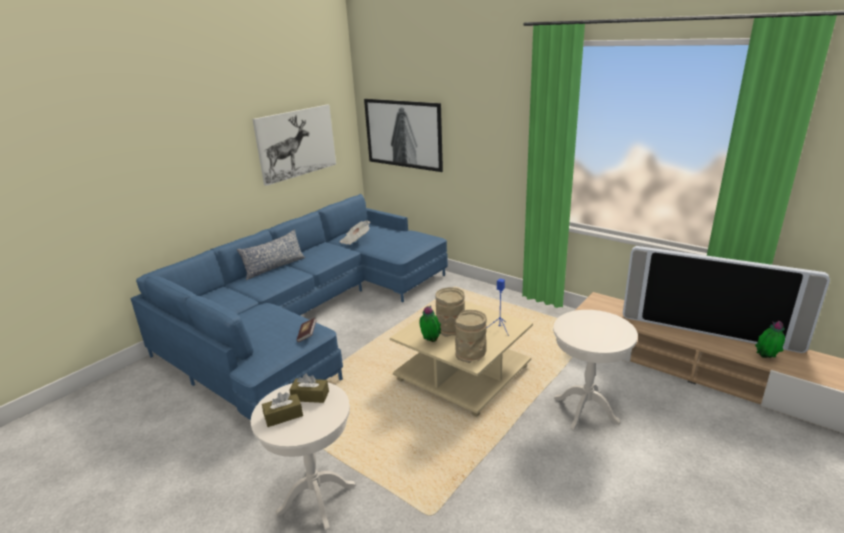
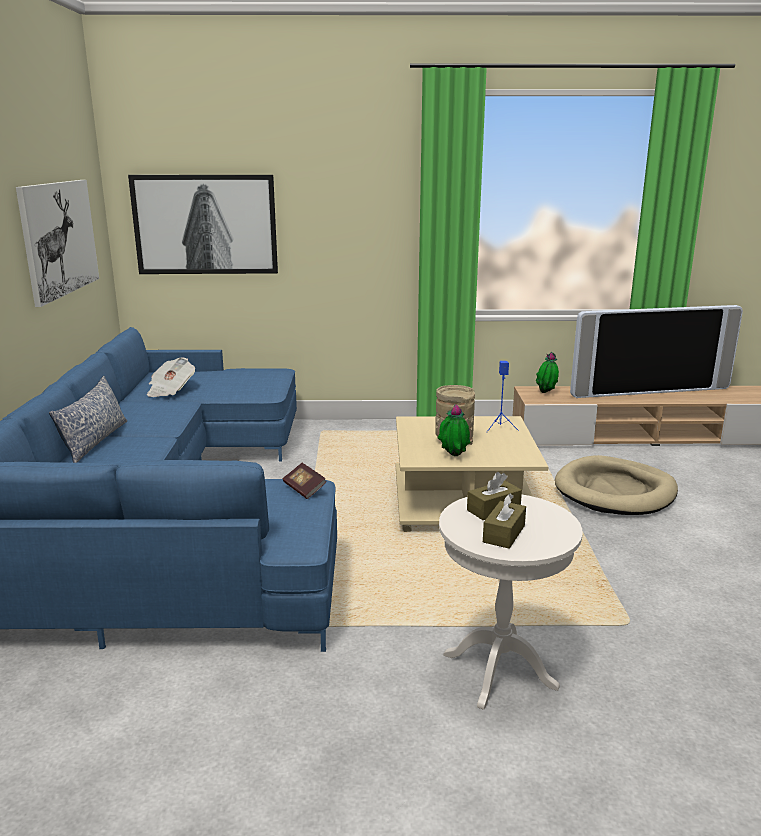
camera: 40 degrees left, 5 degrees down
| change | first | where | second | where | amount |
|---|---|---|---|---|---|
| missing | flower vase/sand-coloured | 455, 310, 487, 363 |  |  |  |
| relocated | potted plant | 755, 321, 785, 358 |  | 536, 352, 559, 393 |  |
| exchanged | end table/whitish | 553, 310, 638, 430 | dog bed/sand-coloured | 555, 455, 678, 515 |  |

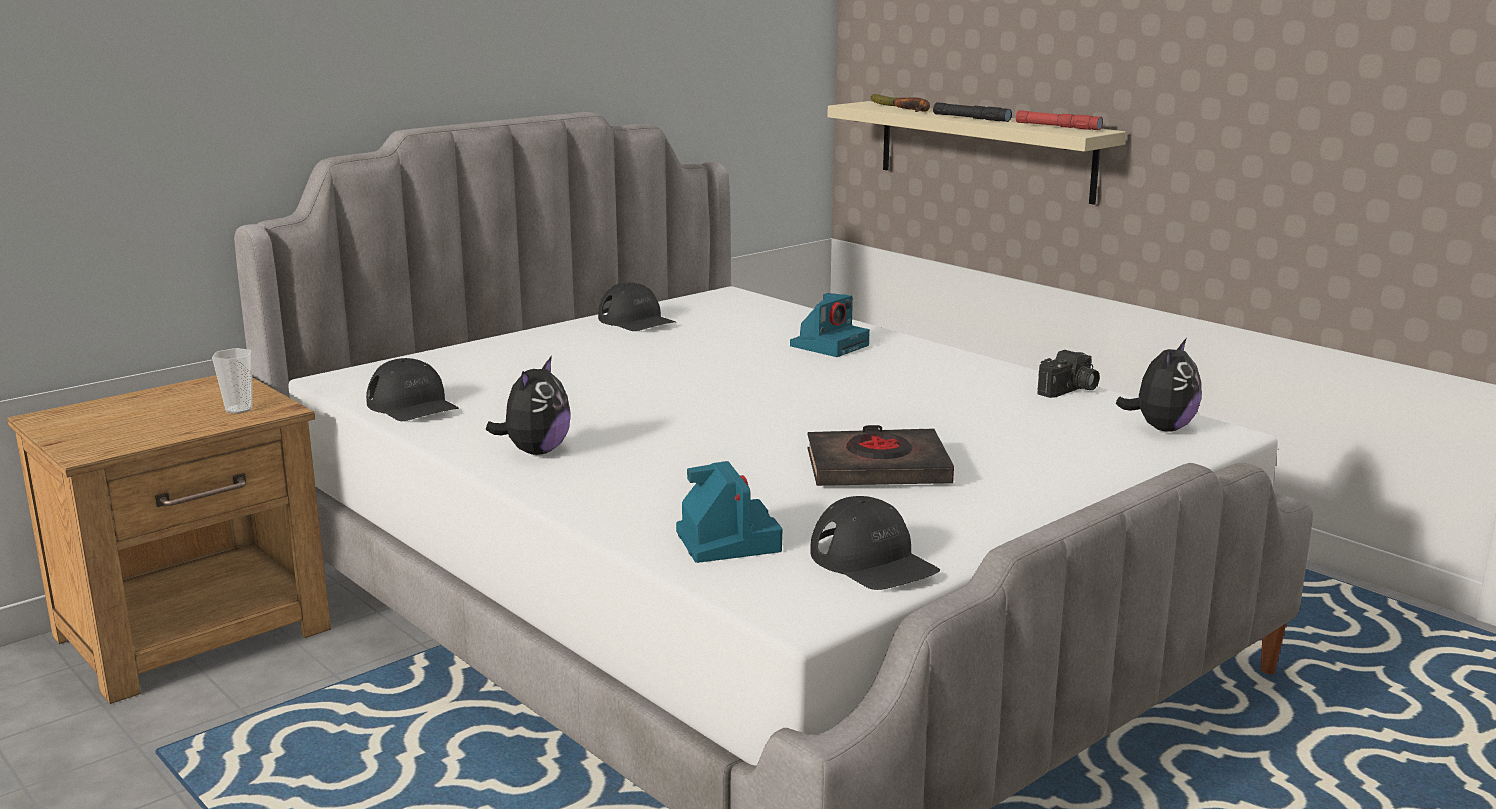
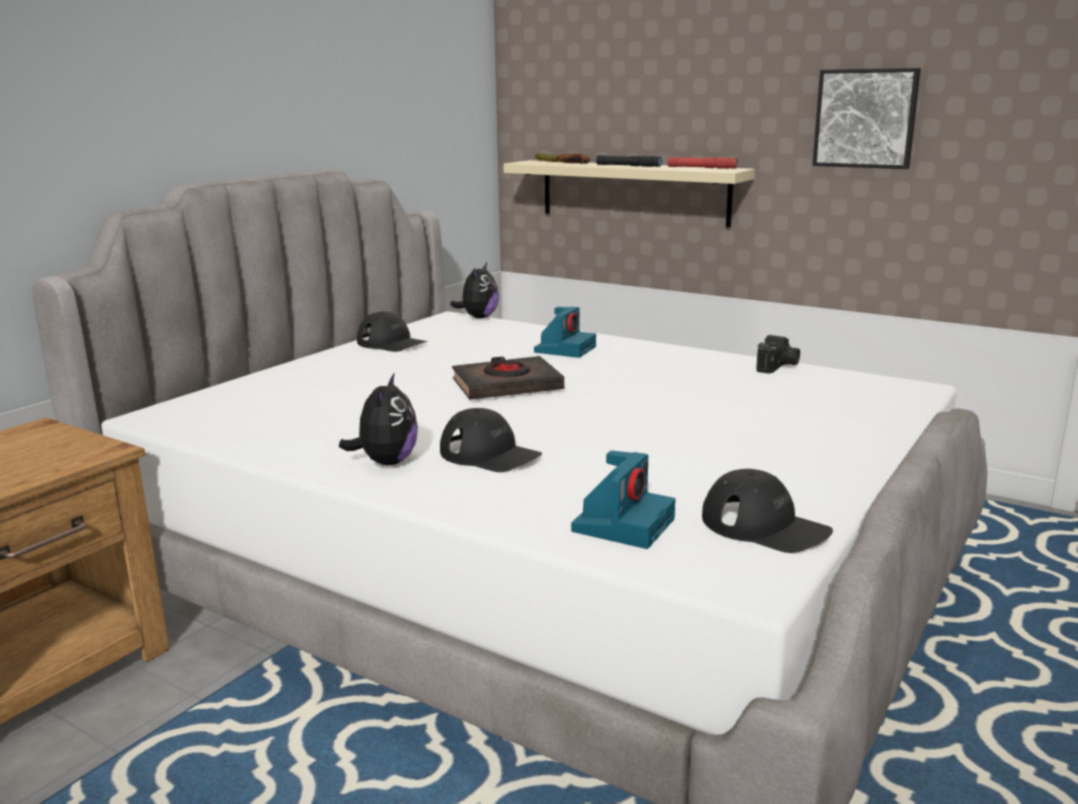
camera: 15 degrees left, 0 degrees up
| change | first | where | second | where | amount |
|---|---|---|---|---|---|
| missing | cup | 212, 348, 252, 414 |  |  |  |
| appeared |  |  | wall picture | 812, 68, 921, 169 |  |
| relocated | peaked cap/black | 366, 358, 459, 421 |  | 440, 408, 542, 472 |  |
| relocated | book/black | 808, 425, 954, 486 |  | 452, 356, 564, 400 |  |
| relocated | plush toy | 1116, 338, 1202, 432 |  | 450, 263, 499, 318 |  |
| spun | still camera | 676, 461, 782, 563 |  | 571, 450, 675, 549 | 60 degrees clockwise |

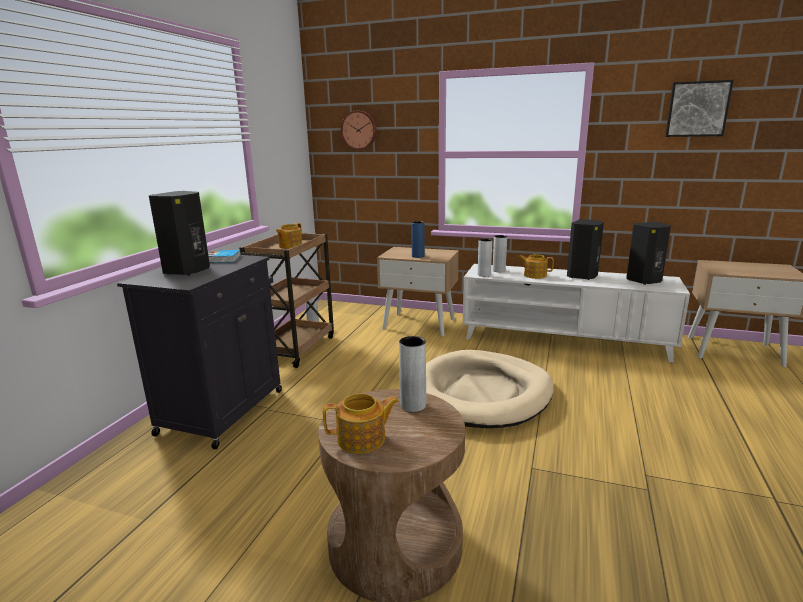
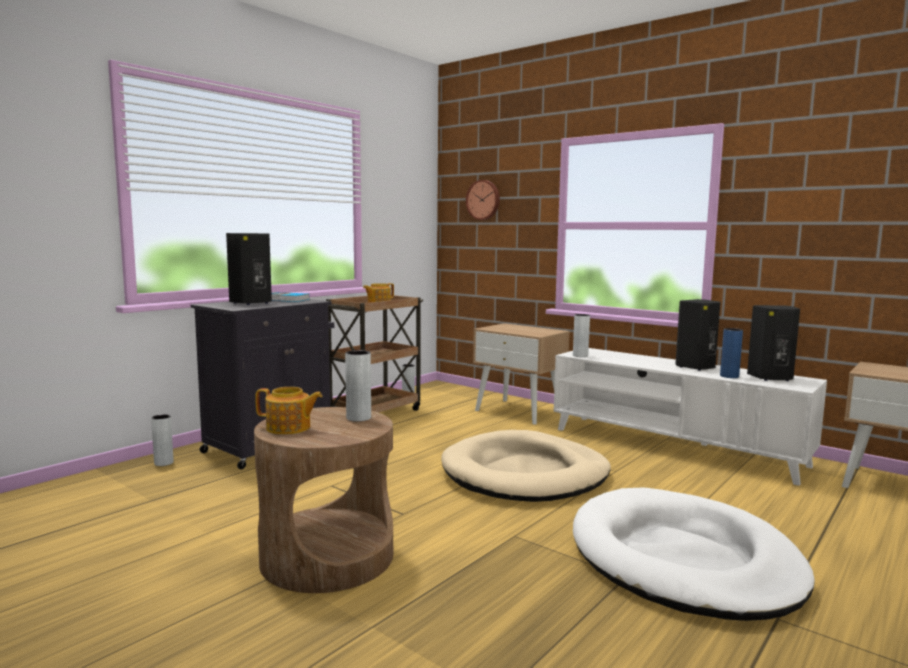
camera: 20 degrees right, 10 degrees down
| change | first | where | second | where | amount |
|---|---|---|---|---|---|
| missing | pot for tea | 518, 254, 554, 279 |  |  |  |
| missing | wall picture | 665, 80, 734, 137 |  |  |  |
| appeared |  |  | dog bed/whitish | 573, 488, 815, 621 |  |
| relocated | flower vase/bluish | 411, 221, 425, 258 |  | 720, 328, 743, 378 |  |
| relocated | flower vase/gray | 493, 235, 507, 272 |  | 151, 414, 174, 466 |  |

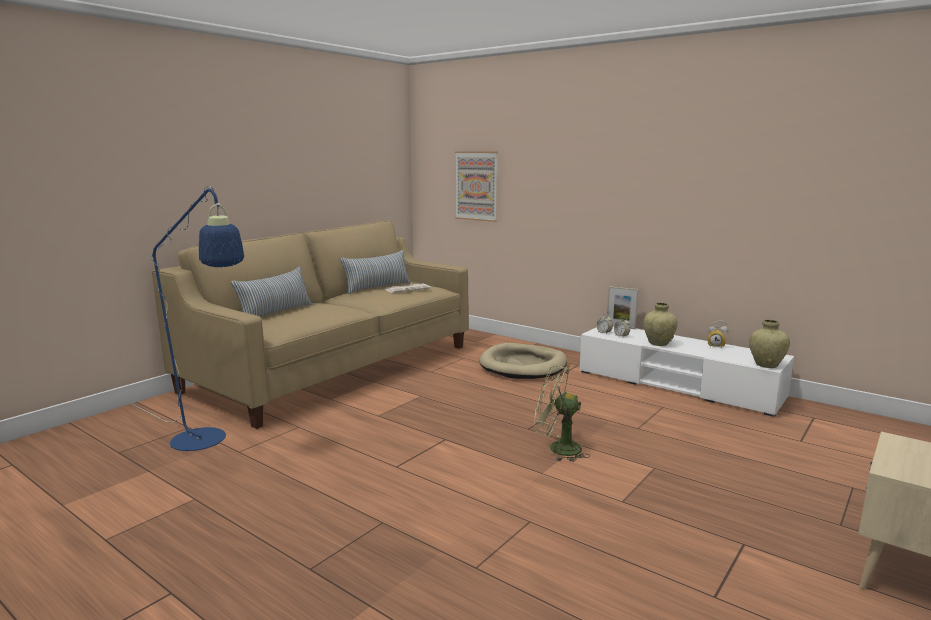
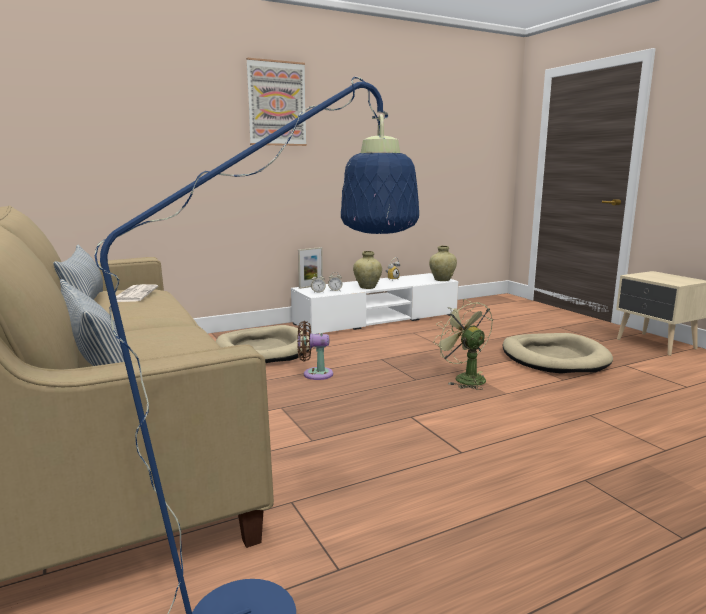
camera: 65 degrees left, 0 degrees up
| change | first | where | second | where | amount |
|---|---|---|---|---|---|
| appeared |  |  | electric fan/brown | 297, 321, 333, 380 |  |
| appeared |  |  | dog bed/sand-coloured | 502, 333, 613, 374 |  |
| relocated | wall picture | 455, 152, 498, 222 |  | 246, 58, 307, 146 |  |
| spun | electric fan/green | 534, 365, 590, 462 |  | 433, 299, 493, 390 | 105 degrees clockwise |

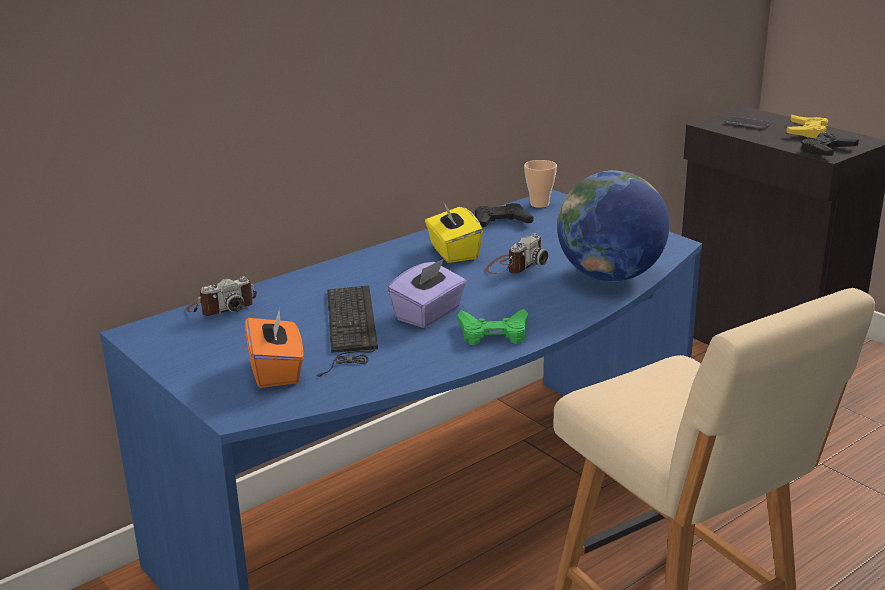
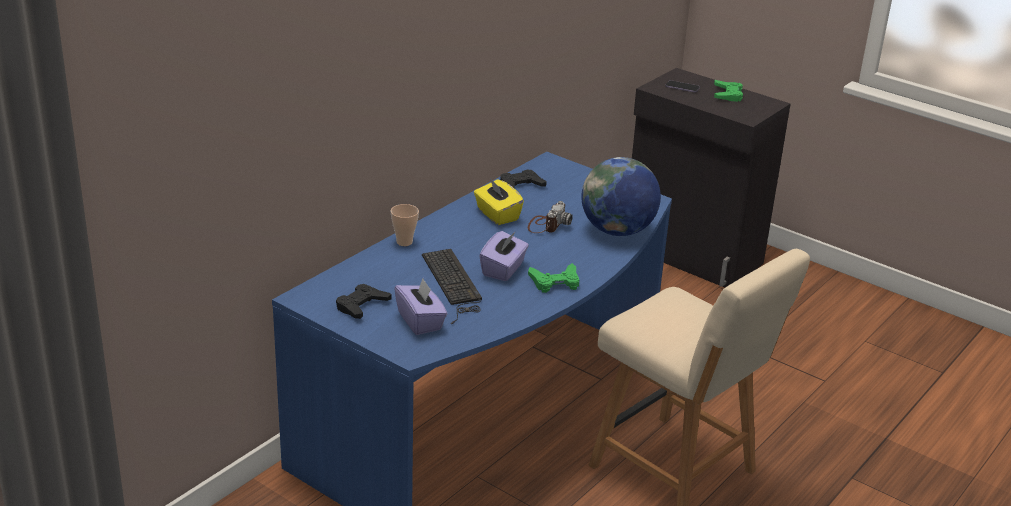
camera: 15 degrees left, 5 degrees up
| change | first | where | second | where | amount |
|---|---|---|---|---|---|
| missing | still camera | 186, 277, 257, 316 |  |  |  |
| relocated | cup | 524, 160, 557, 208 |  | 391, 204, 419, 246 |  |
| relocated | joypad/black | 801, 133, 859, 156 |  | 336, 284, 391, 319 |  |
| colour | tissue box/orange | 245, 308, 303, 388 | tissue box/purple-coloured | 394, 278, 447, 335 |  |
| colour | joypad/yellowish | 786, 115, 828, 138 | joypad/green | 714, 80, 743, 102 |  |

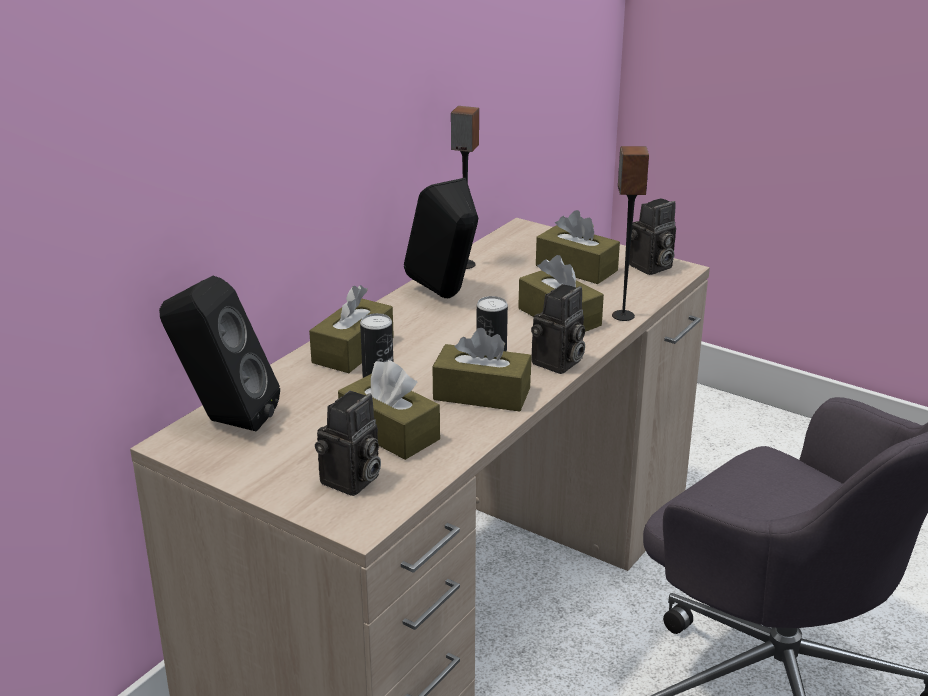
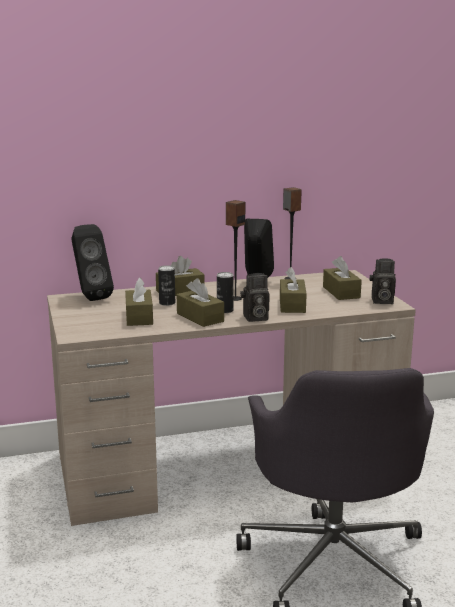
camera: 40 degrees right, 10 degrees down
| change | first | where | second | where | amount |
|---|---|---|---|---|---|
| missing | still camera | 315, 390, 381, 496 |  |  |  |
| relocated | loudspeaker | 612, 146, 649, 321 |  | 226, 200, 245, 301 |  |

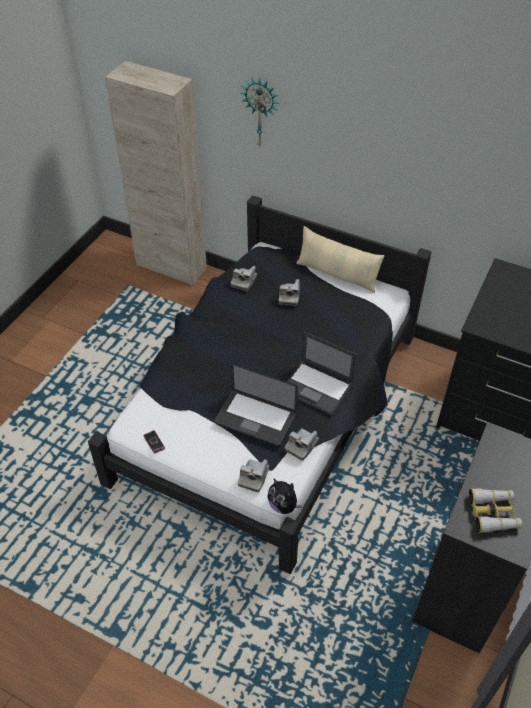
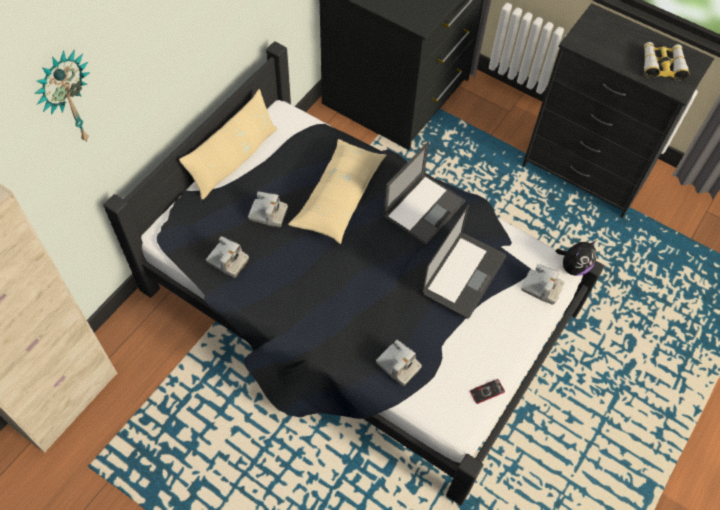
camera: 85 degrees left, 10 degrees up
| change | first | where | second | where | amount |
|---|---|---|---|---|---|
| appeared |  |  | throw pillow/sand-coloured | 288, 139, 386, 244 |  |
| relocated | still camera | 285, 429, 319, 460 |  | 376, 340, 422, 386 |  |

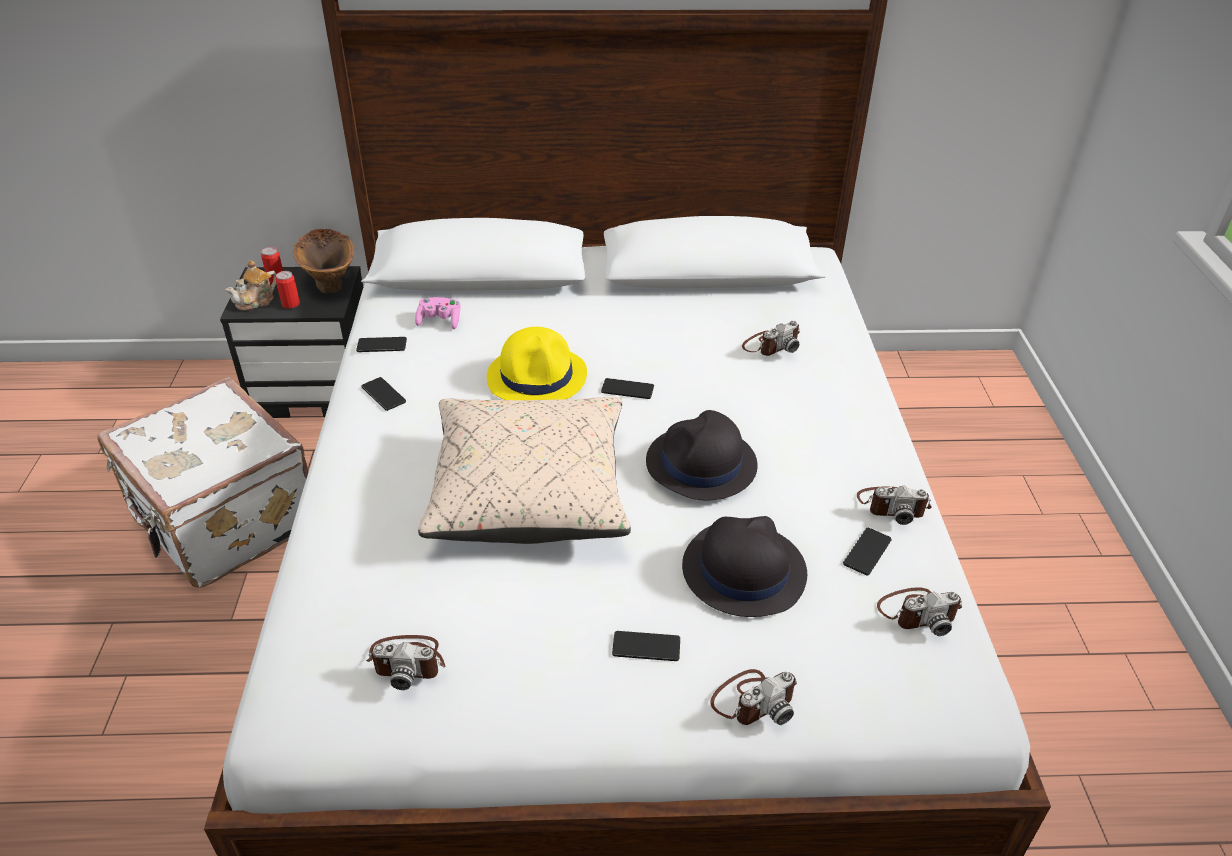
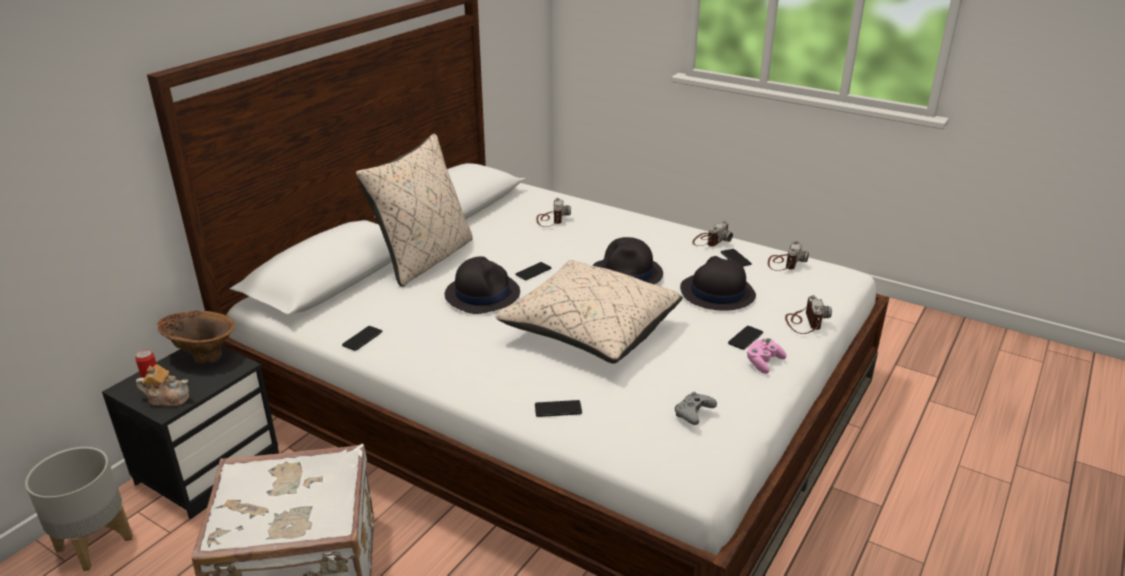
camera: 55 degrees left, 10 degrees down
| change | first | where | second | where | amount |
|---|---|---|---|---|---|
| missing | sealed can | 276, 271, 300, 309 |  |  |  |
| appeared |  |  | planter/gray | 25, 447, 133, 571 |  |
| appeared |  |  | throw pillow/sand-coloured | 356, 134, 473, 287 |  |
| relocated | handset | 361, 377, 406, 411 |  | 535, 400, 582, 417 |  |
| relocated | joypad/pinkish | 415, 297, 461, 329 |  | 747, 338, 787, 374 |  |
| exchanged | still camera | 366, 635, 445, 690 | joypad/gray | 675, 392, 717, 425 |  |
| colour | wearable hat/yellowish | 487, 327, 587, 400 | wearable hat/black | 445, 256, 520, 314 |  |
| spun | pot for tea | 225, 260, 276, 311 |  | 136, 364, 189, 406 | 75 degrees counterclockwise |

